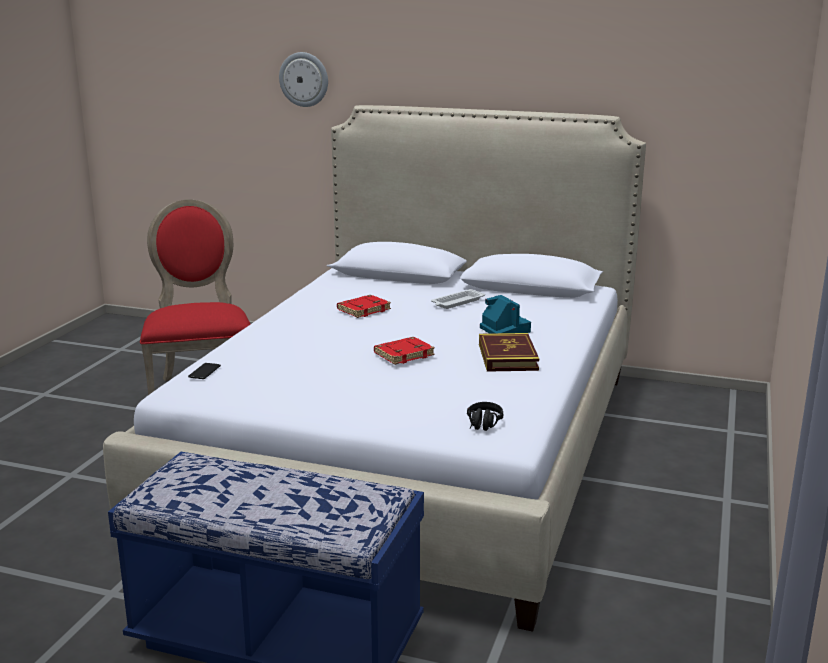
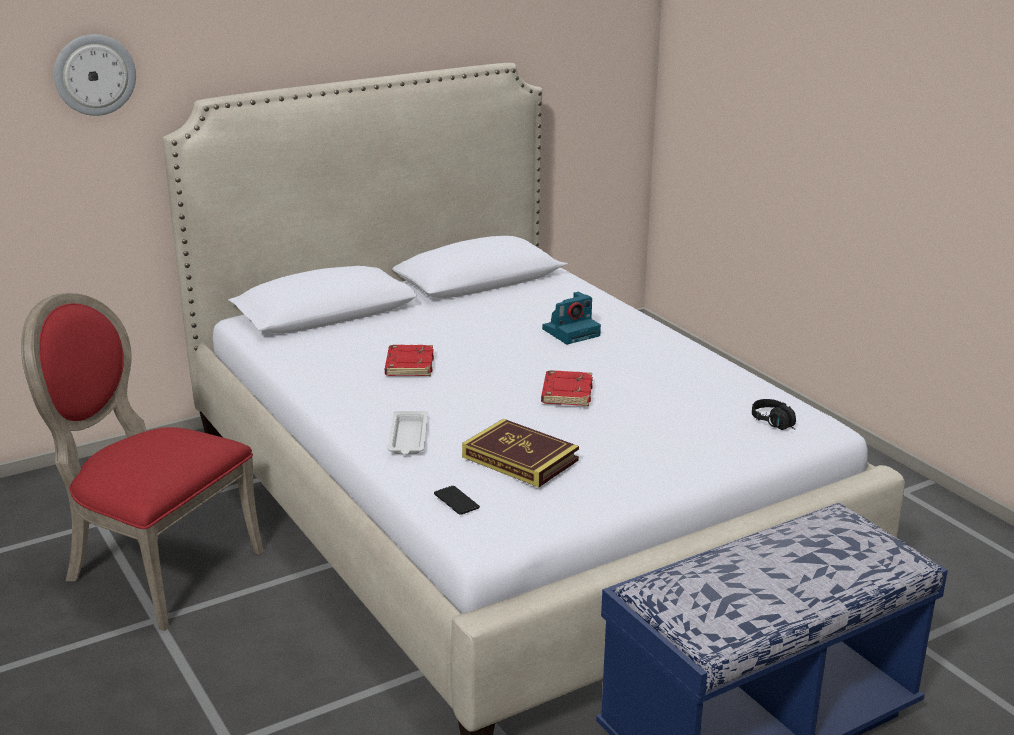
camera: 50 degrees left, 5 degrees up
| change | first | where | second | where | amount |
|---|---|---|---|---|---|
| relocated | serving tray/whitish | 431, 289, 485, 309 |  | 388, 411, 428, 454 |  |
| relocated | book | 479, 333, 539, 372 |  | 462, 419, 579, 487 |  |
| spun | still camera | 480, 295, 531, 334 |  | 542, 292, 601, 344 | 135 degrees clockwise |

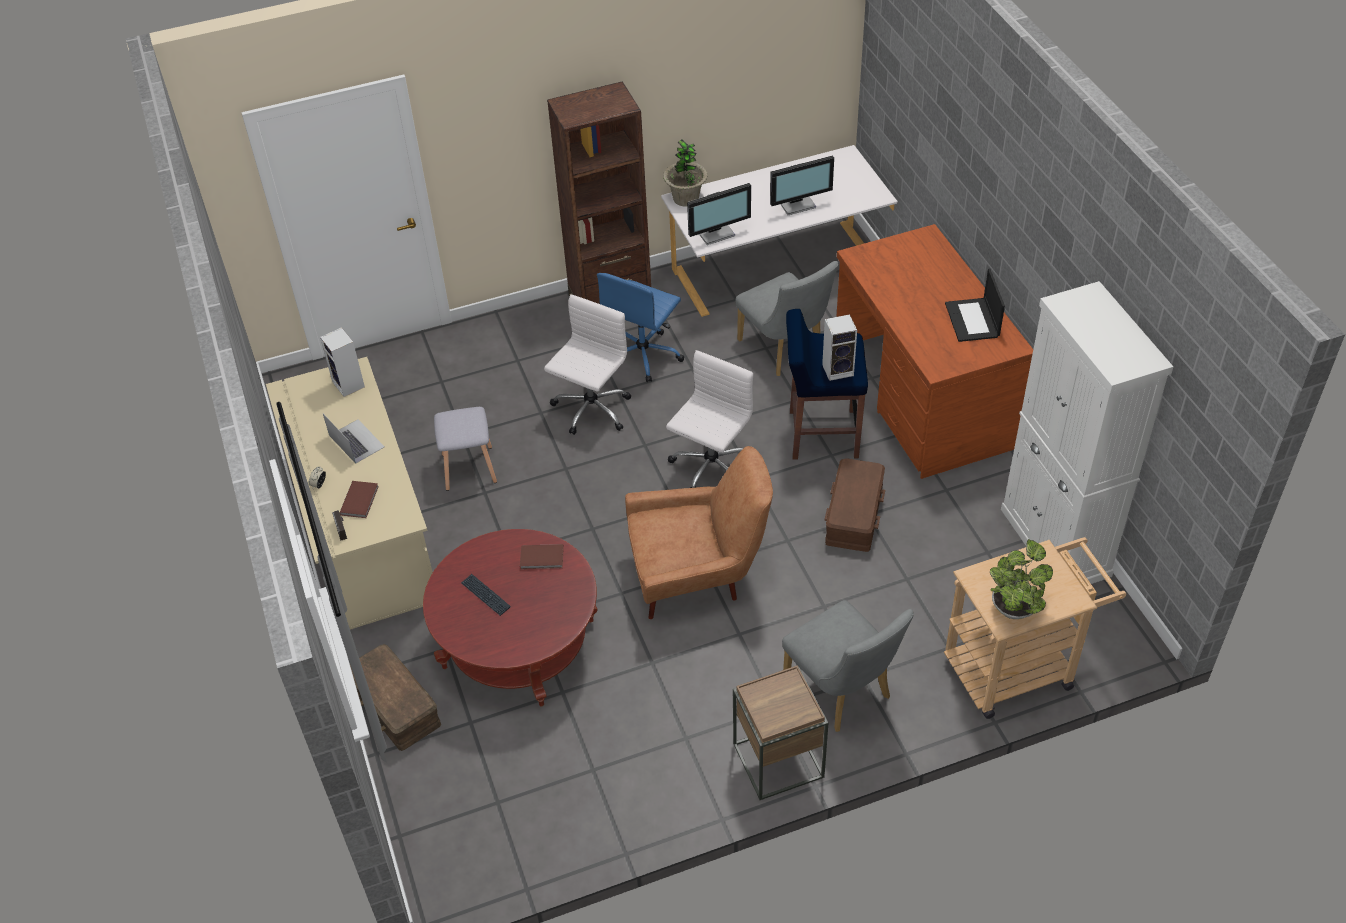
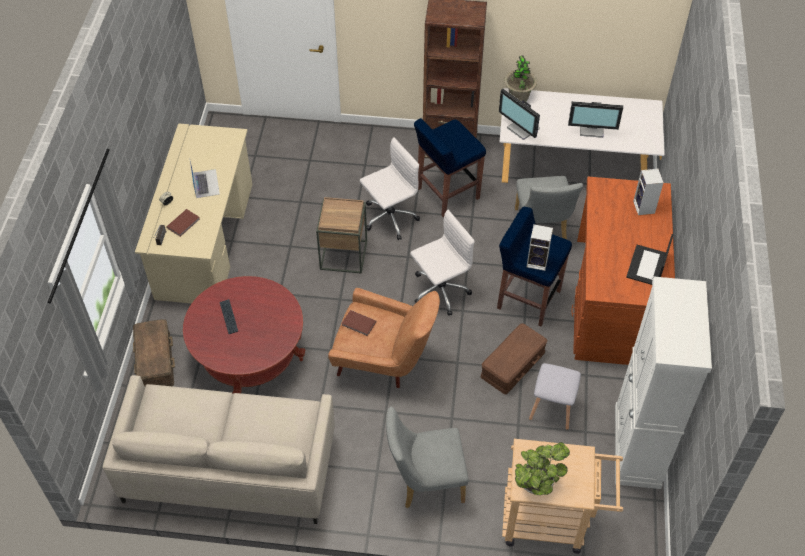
camera: 25 degrees right, 5 degrees up
| change | first | where | second | where | amount |
|---|---|---|---|---|---|
| appeared |  |  | sofa/sand-coloured | 102, 375, 334, 524 |  |
| relocated | loudspeaker | 320, 327, 365, 397 |  | 633, 169, 664, 215 |  |
| relocated | stool/gray | 434, 407, 497, 491 |  | 529, 363, 581, 430 |  |
| relocated | book/brown | 520, 544, 564, 569 |  | 341, 310, 376, 336 |  |
| relocated | end table/brown | 733, 666, 828, 800 |  | 316, 197, 367, 274 |  |
| exchanged | computer chair/bluish | 597, 273, 684, 382 | stool/bluish | 414, 118, 486, 217 |  |
| spun | monitor | 687, 183, 751, 245 |  | 499, 89, 540, 140 | 45 degrees clockwise |
| spun | chair/gray | 782, 600, 914, 732 |  | 386, 406, 469, 508 | 90 degrees clockwise |

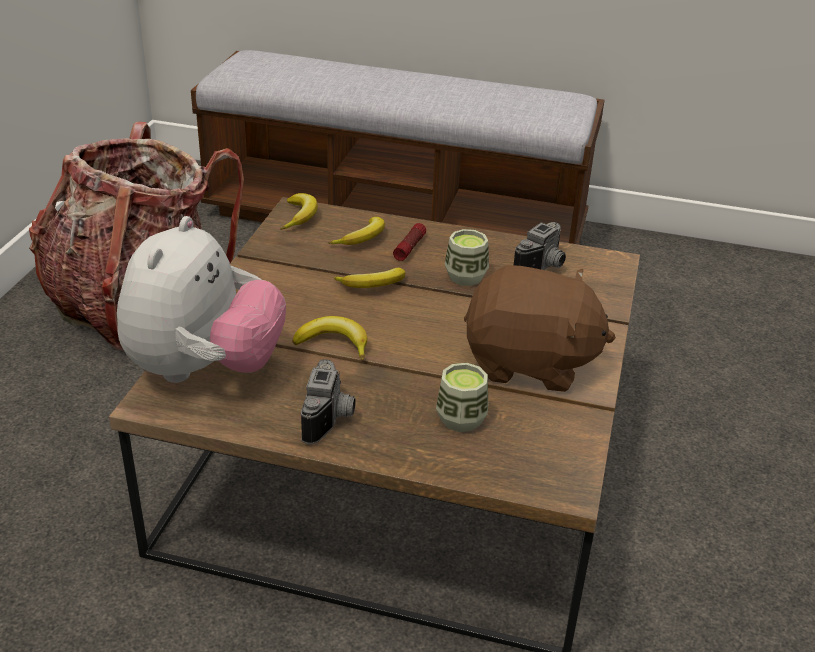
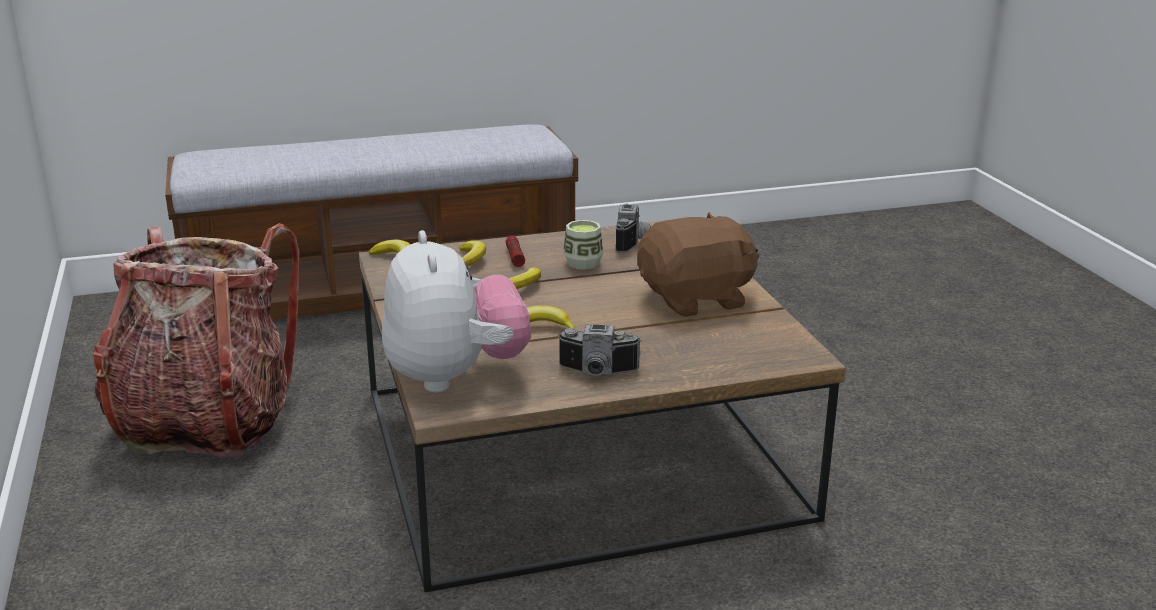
camera: 30 degrees left, 10 degrees down
| change | first | where | second | where | amount |
|---|---|---|---|---|---|
| missing | cup | 436, 363, 488, 432 |  |  |  |
| spun | still camera | 301, 359, 355, 444 |  | 557, 324, 641, 376 | 120 degrees clockwise |

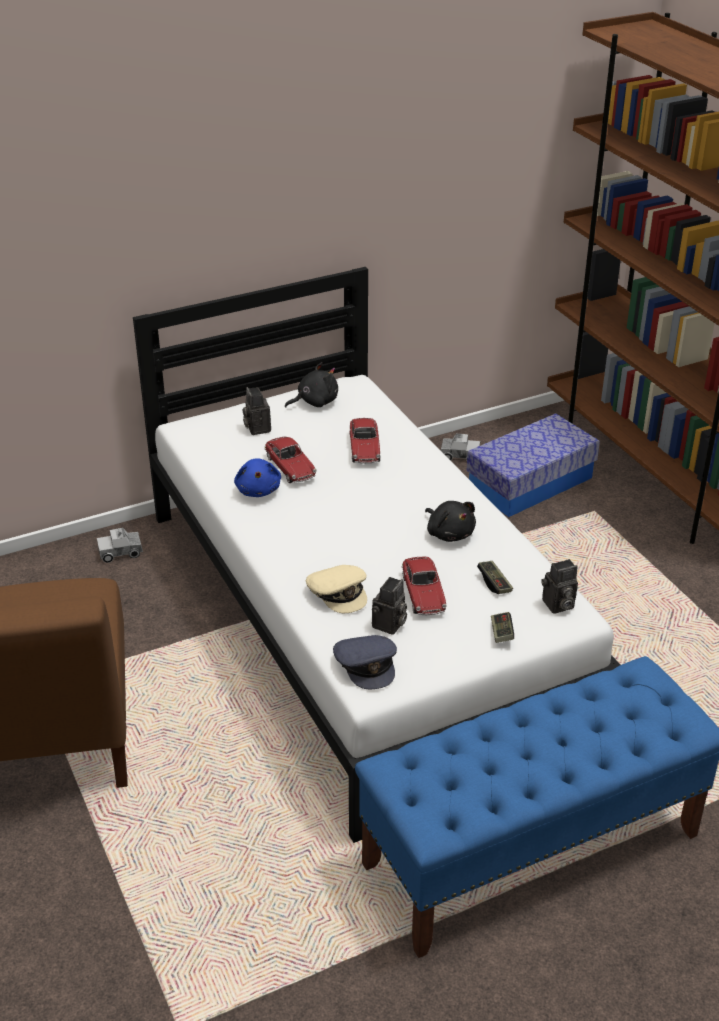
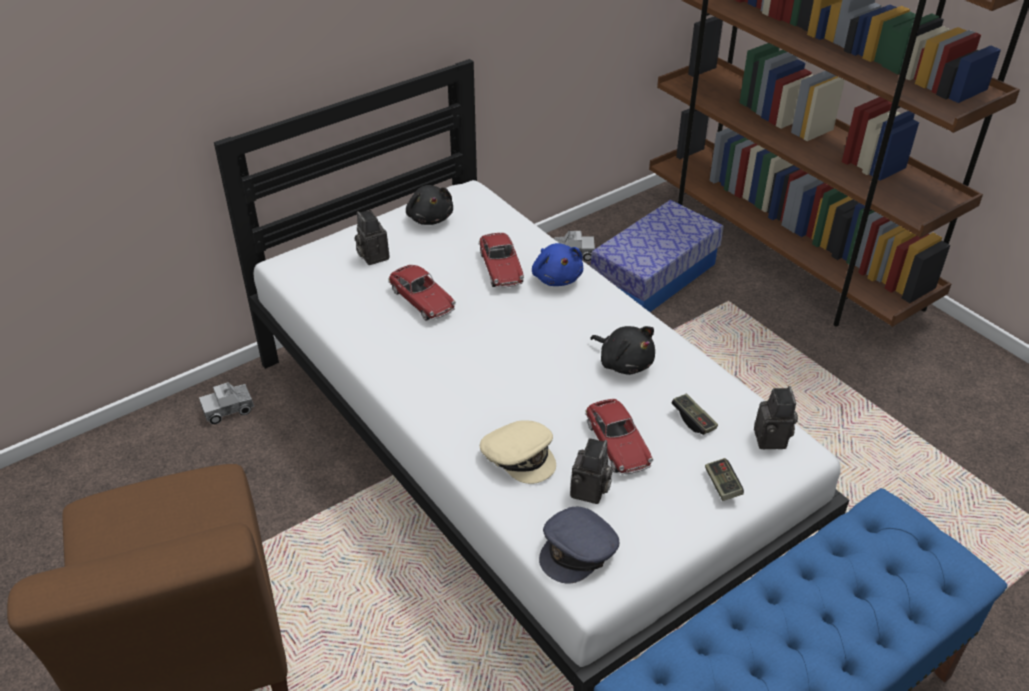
camera: 10 degrees left, 5 degrees up
| change | first | where | second | where | amount |
|---|---|---|---|---|---|
| relocated | plush toy/bluish | 234, 458, 281, 497 |  | 532, 243, 583, 286 |  |
| spun | plush toy/black | 285, 362, 338, 408 |  | 406, 185, 453, 225 | 105 degrees clockwise |
| spun | peaked cap/gray | 333, 635, 397, 689 |  | 539, 507, 619, 584 | 75 degrees clockwise |
| spun | still camera | 541, 559, 578, 614 |  | 754, 386, 798, 449 | 60 degrees counterclockwise |

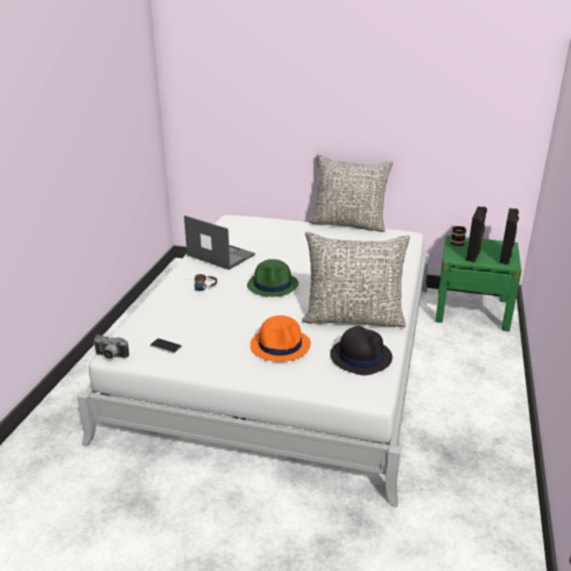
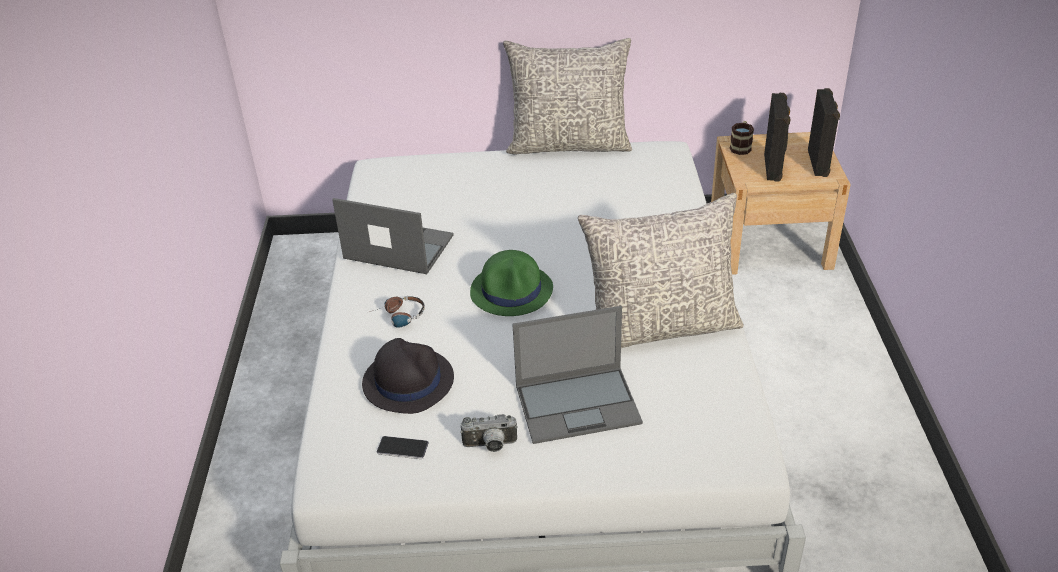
camera: 15 degrees left, 10 degrees up
| change | first | where | second | where | amount |
|---|---|---|---|---|---|
| relocated | still camera | 93, 335, 129, 359 |  | 460, 414, 518, 452 |  |
| relocated | wearable hat/black | 330, 326, 392, 375 |  | 362, 338, 454, 414 |  |
| exchanged | wearable hat/orange | 250, 315, 311, 362 | portable computer | 512, 306, 643, 444 |  |
| colour | nightstand/green | 435, 235, 522, 332 | nightstand/sand-coloured | 711, 132, 851, 275 |  |

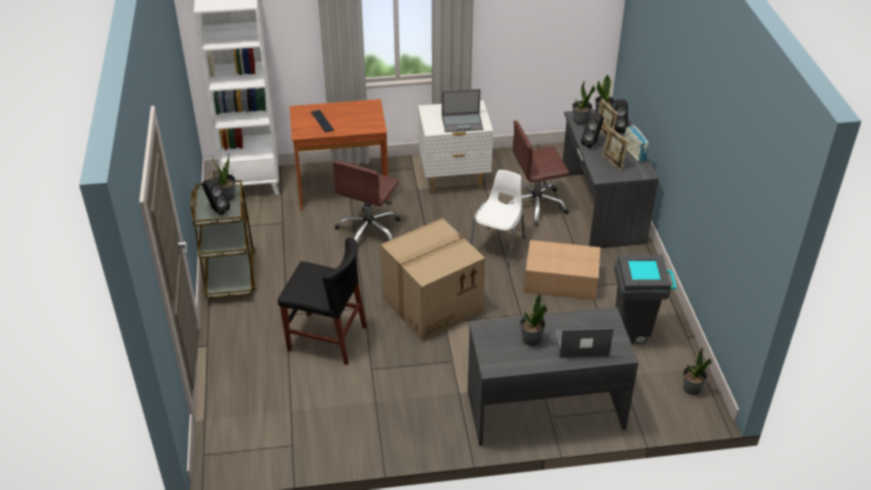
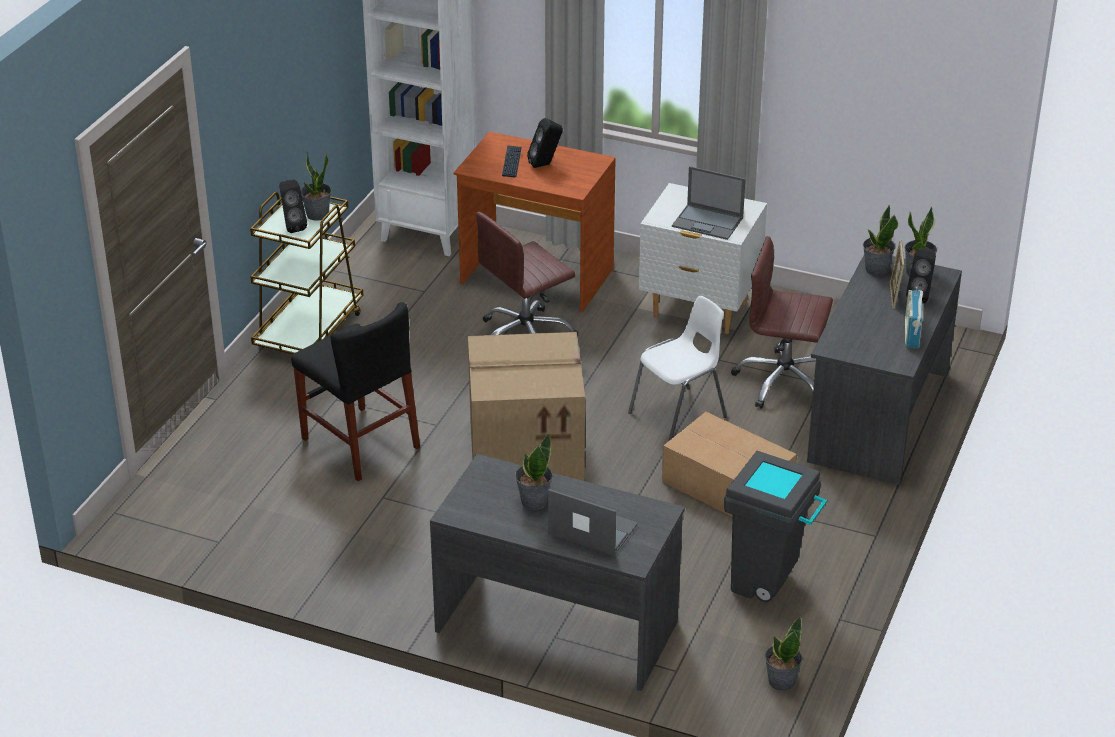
camera: 30 degrees right, 5 degrees down
| change | first | where | second | where | amount |
|---|---|---|---|---|---|
| missing | photo frame | 602, 127, 628, 170 |  |  |  |
| relocated | loudspeaker/black | 581, 113, 604, 148 |  | 527, 118, 563, 168 |  |

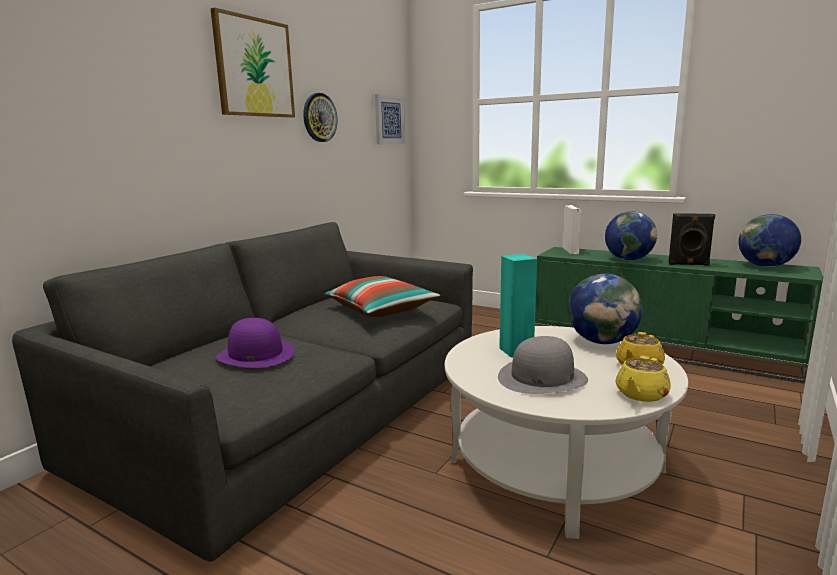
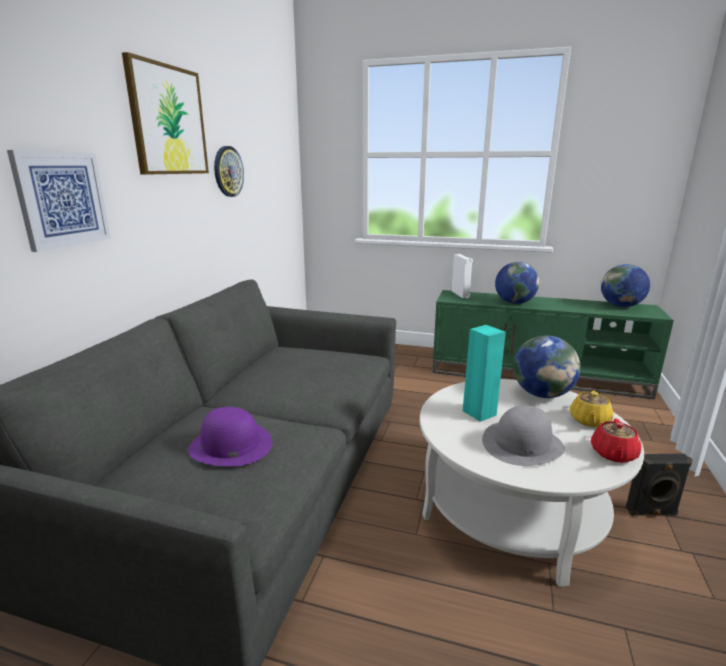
camera: 15 degrees left, 5 degrees up
| change | first | where | second | where | amount |
|---|---|---|---|---|---|
| missing | throw pillow | 324, 276, 440, 317 |  |  |  |
| relocated | wall picture | 375, 94, 406, 144 |  | 7, 150, 111, 252 |  |
| relocated | loudspeaker/black | 669, 213, 715, 266 |  | 626, 453, 693, 516 |  |
| colour | pot for tea/yellowish | 615, 356, 671, 402 | pot for tea/reddish | 591, 419, 642, 463 |  |

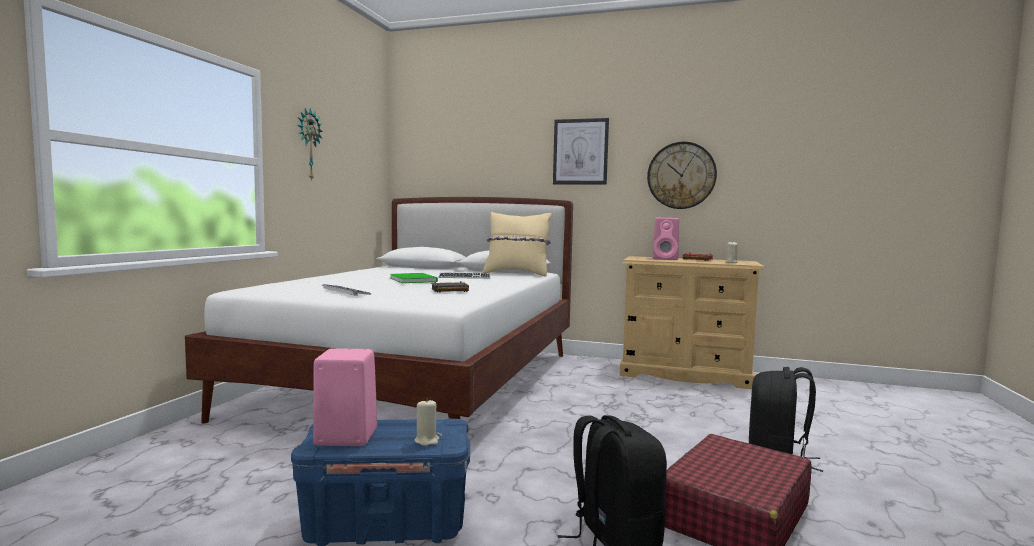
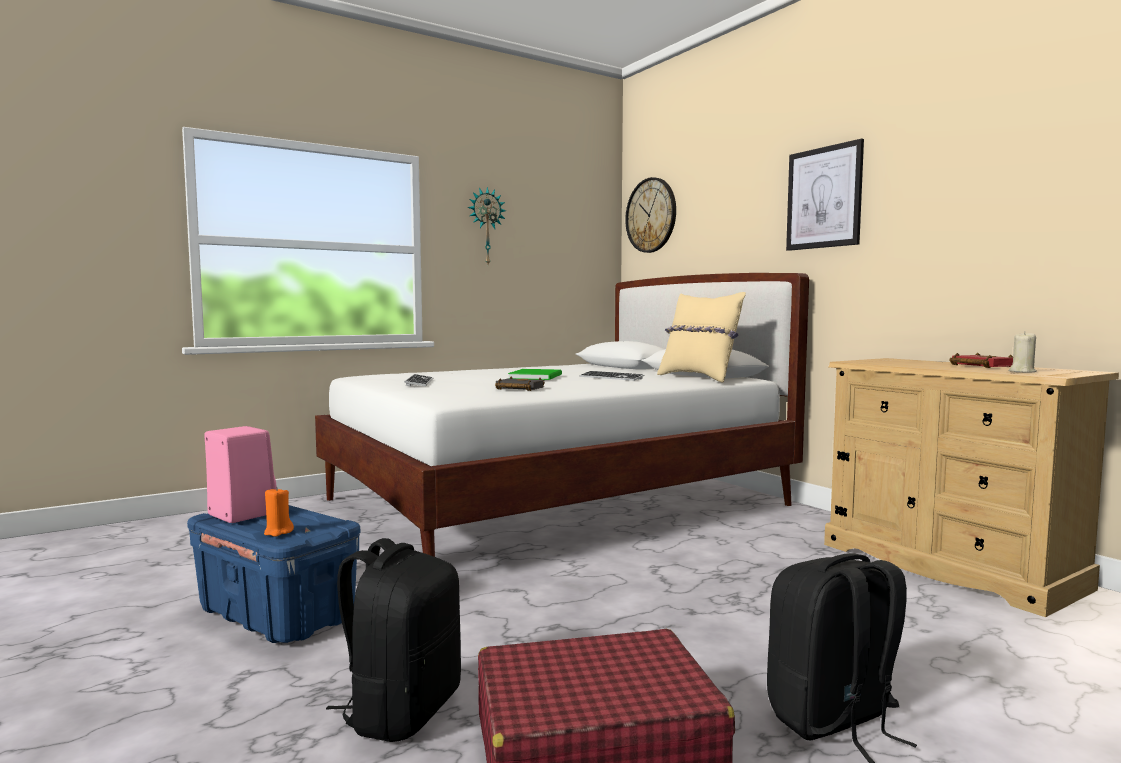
camera: 40 degrees right, 0 degrees up
| change | first | where | second | where | amount |
|---|---|---|---|---|---|
| missing | loudspeaker/pinkish | 652, 218, 679, 260 |  |  |  |
| relocated | wall clock | 647, 142, 717, 209 |  | 625, 177, 676, 253 |  |
| colour | candle/sand-coloured | 414, 399, 439, 446 | candle/orange | 264, 487, 294, 537 |  |

